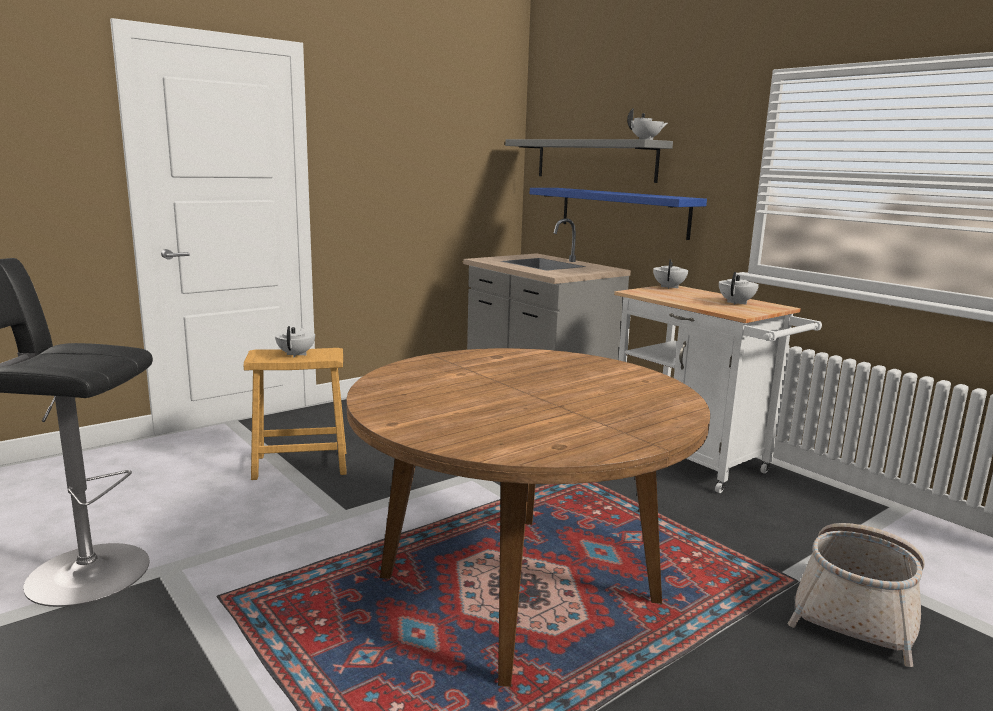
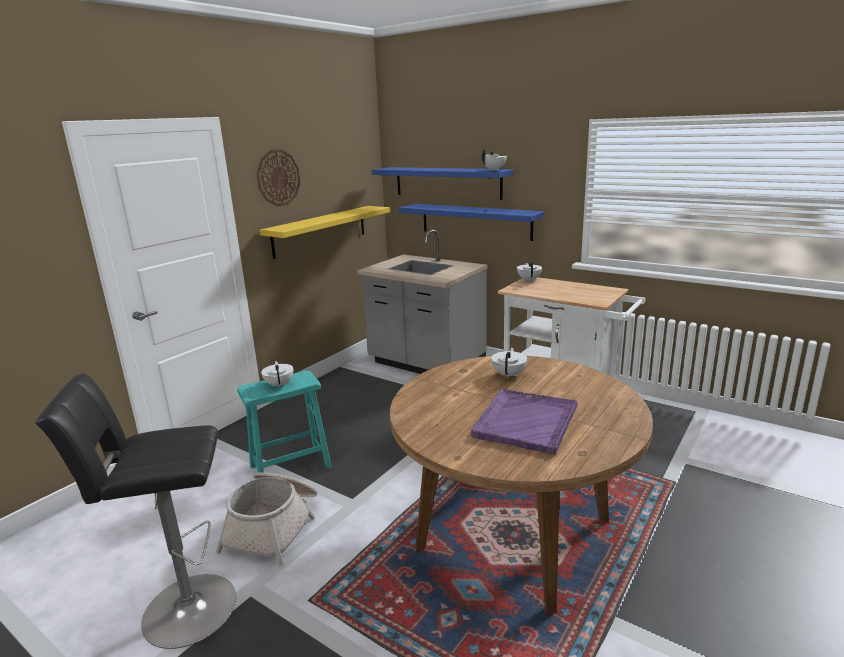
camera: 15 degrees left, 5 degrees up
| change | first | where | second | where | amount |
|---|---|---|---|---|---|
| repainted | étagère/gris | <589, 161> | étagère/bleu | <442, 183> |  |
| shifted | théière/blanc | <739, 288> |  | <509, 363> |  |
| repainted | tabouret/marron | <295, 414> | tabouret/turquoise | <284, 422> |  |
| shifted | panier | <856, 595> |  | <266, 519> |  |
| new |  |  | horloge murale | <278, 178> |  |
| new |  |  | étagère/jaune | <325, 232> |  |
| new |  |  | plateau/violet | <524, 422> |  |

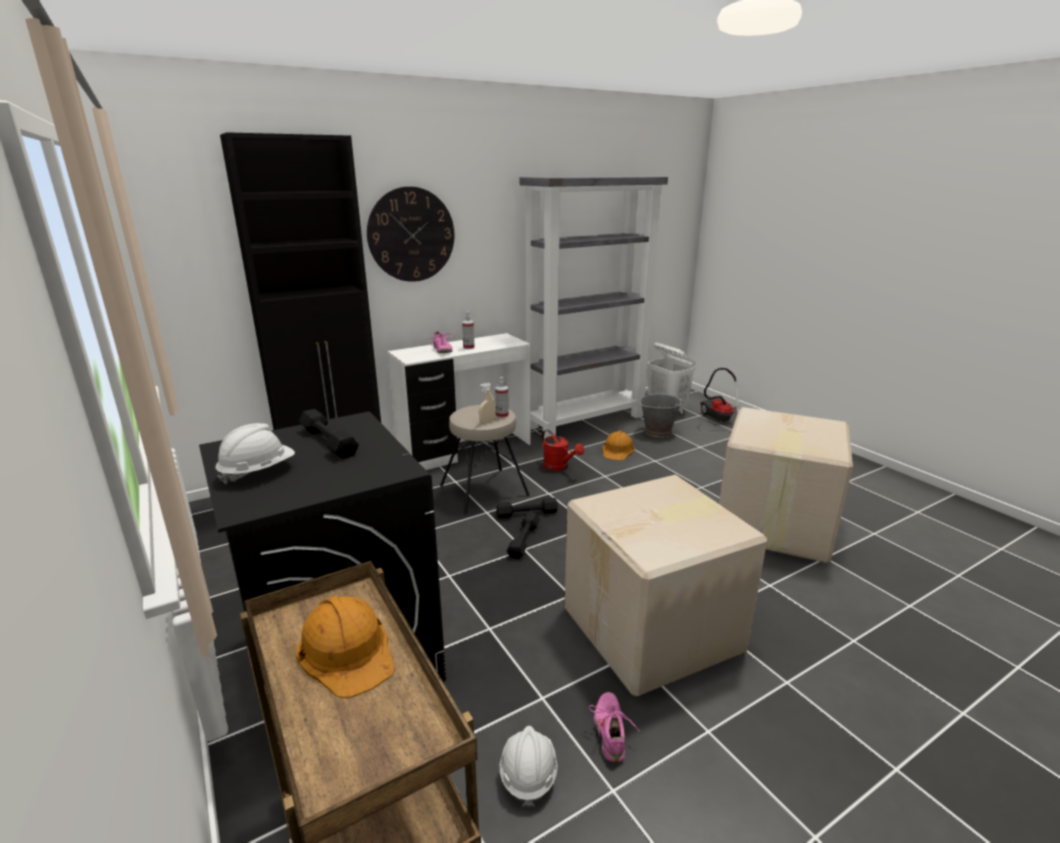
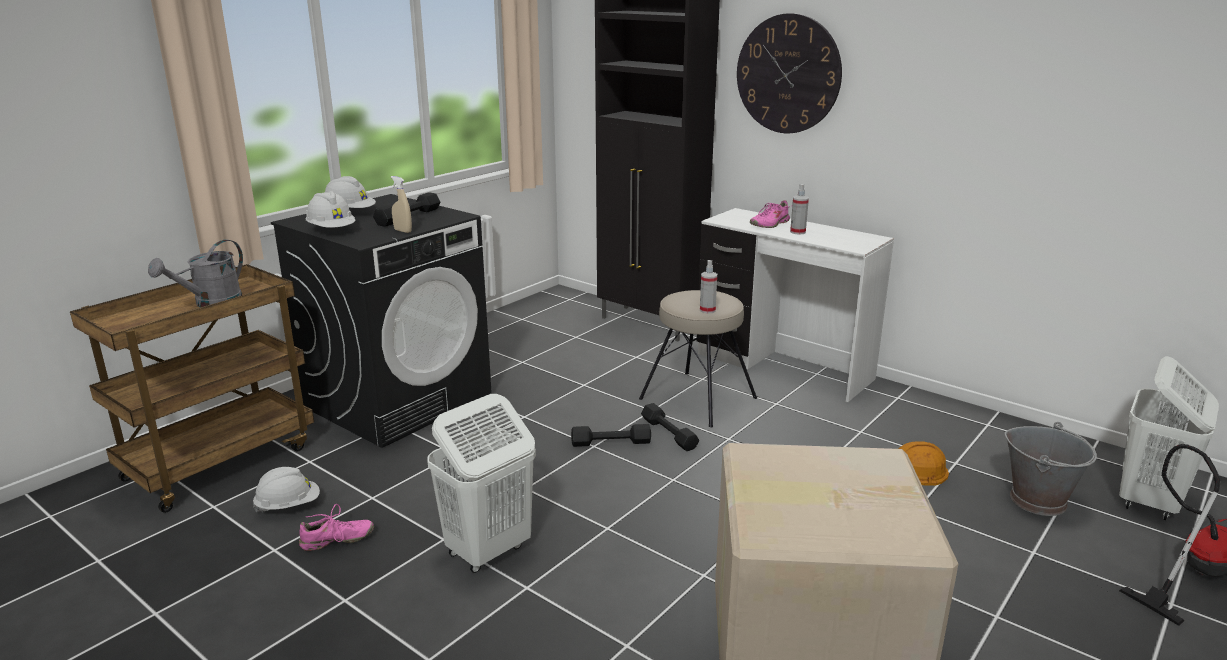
camera: 70 degrees right, 0 degrees up
| change | first | where | second | where | amount |
|---|---|---|---|---|---|
| gone | bibliothèque/gris | <594, 307> |  |  |  |
| shifted | vaporisateur/beige | <487, 403> |  | <401, 204> |  |
| gone | arrosoir/rouge | <562, 450> |  |  |  |
| swapped | carton | <666, 585> | panier à linge/blanc | <481, 483> |  |
| swapped | casque de chantier/orange | <345, 647> | arrosoir/gris | <195, 273> |  |
| new |  |  | casque de chantier/blanc | <331, 209> |  |

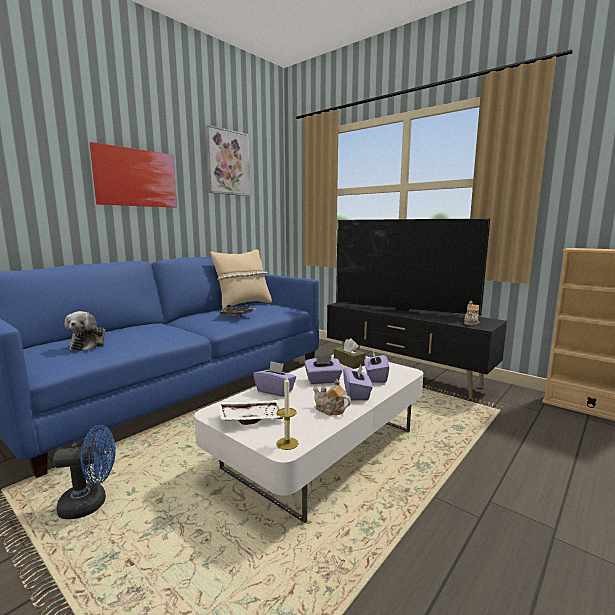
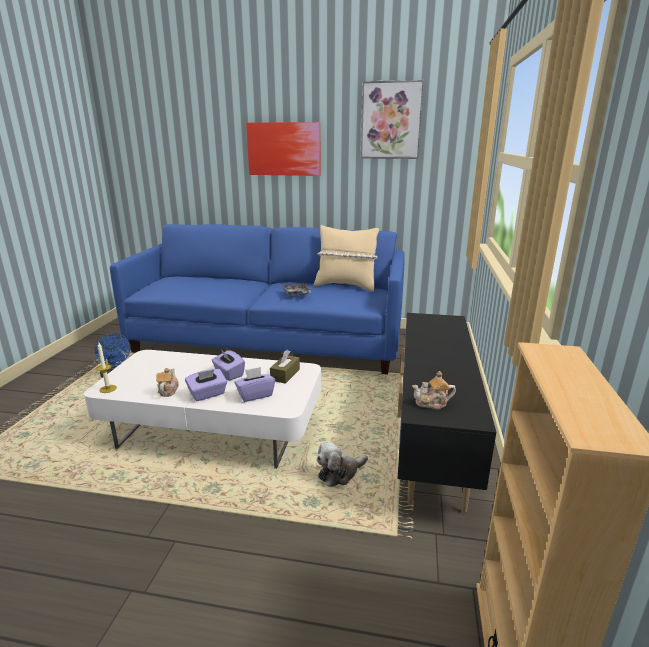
camera: 60 degrees right, 10 degrees up
| change | first | where | second | where | amount |
|---|---|---|---|---|---|
| gone | téléviseur | <413, 267> |  |  |  |
| shifted | peluche | <85, 331> |  | <342, 464> |  |
| gone | boîte à mouchoirs/violet | <274, 379> |  |  |  |
| gone | plateau/blanc | <250, 412> |  |  |  |

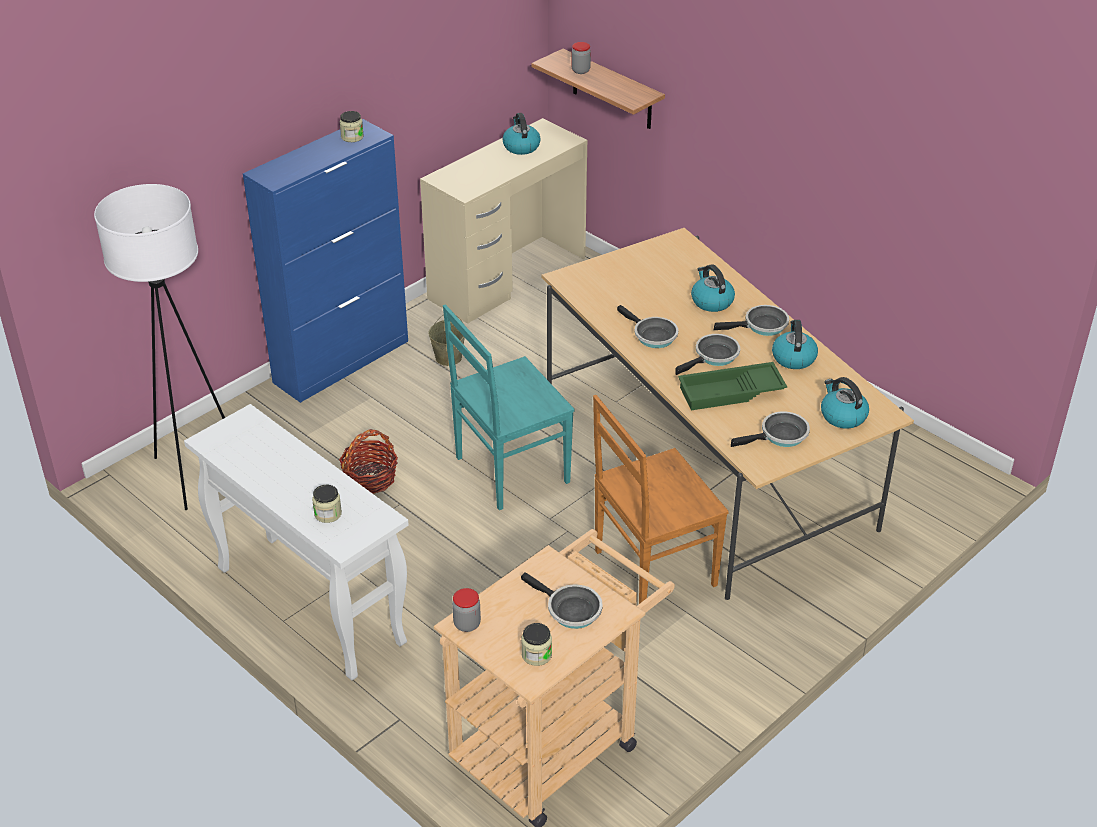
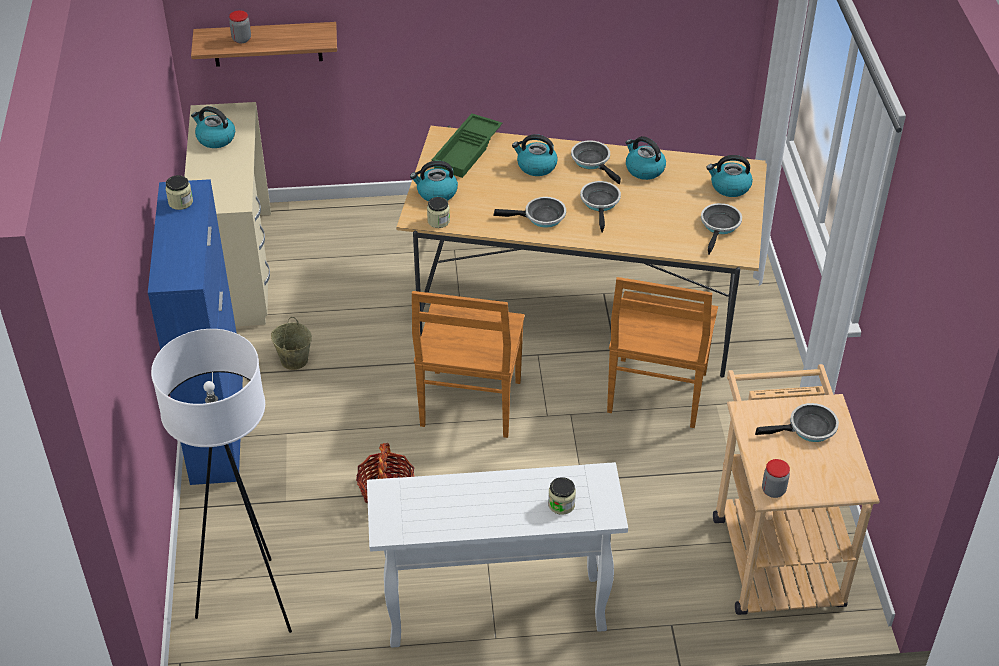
camera: 50 degrees left, 5 degrees up
| change | first | where | second | where | amount |
|---|---|---|---|---|---|
| repainted | chaise/turquoise | <508, 407> | chaise/marron | <468, 364> |  |
| rotated | poêle | <751, 320> |  | <596, 162> | 60 degrees counterclockwise |
| shifted | plateau/vert | <732, 386> |  | <467, 145> |  |
| shifted | bocal | <536, 644> |  | <438, 212> |  |
| new |  |  | bouilloire | <434, 181> |  |

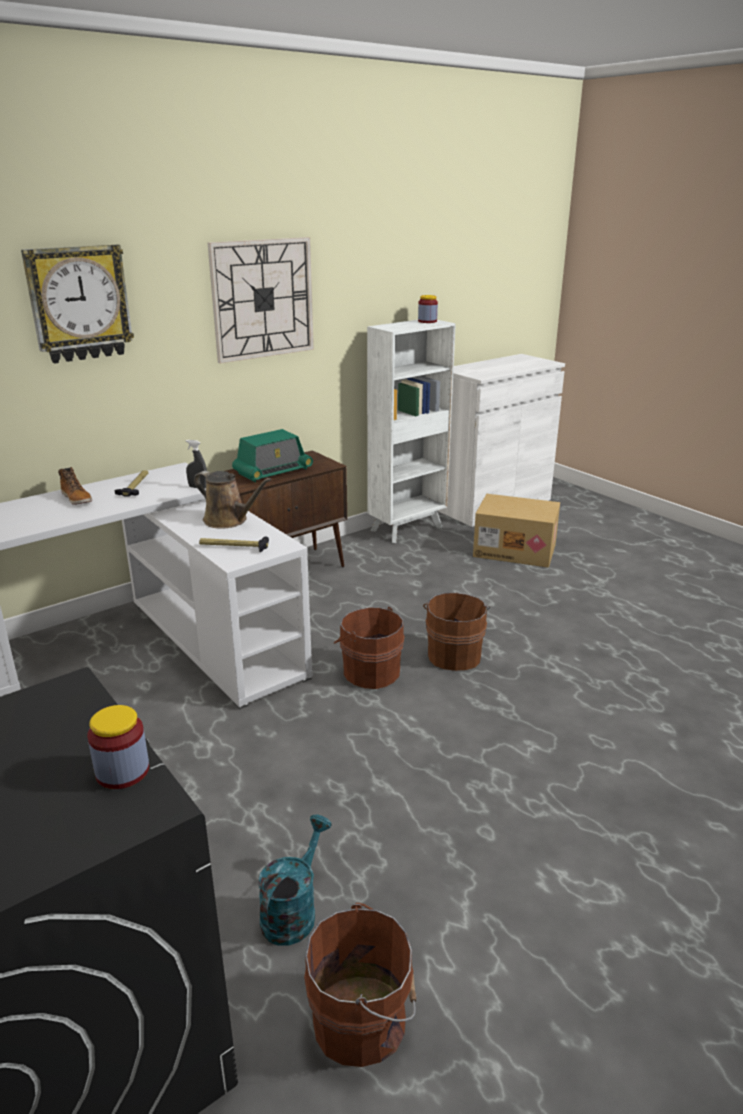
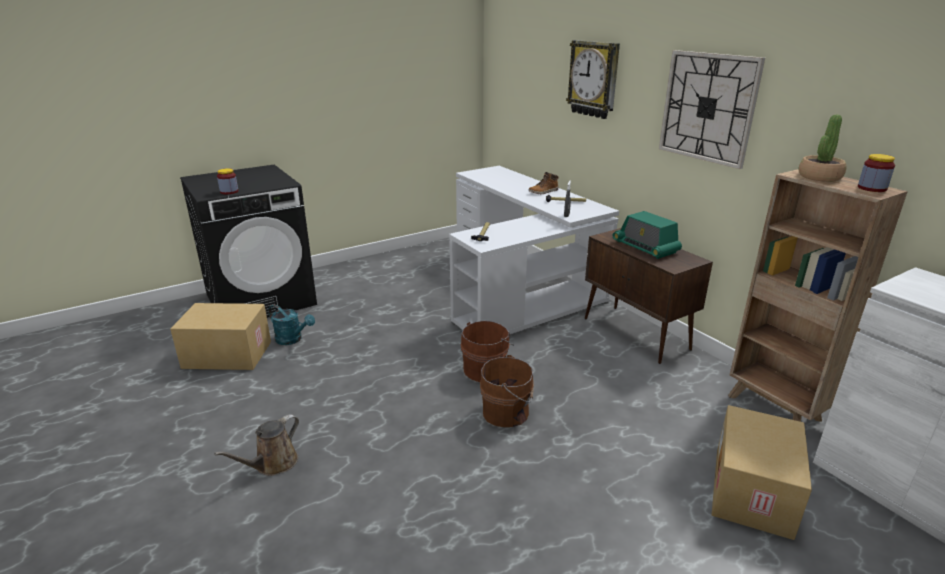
camera: 95 degrees right, 0 degrees up
| change | first | where | second | where | amount |
|---|---|---|---|---|---|
| repainted | bibliothèque/blanc | <411, 431> | bibliothèque/marron | <818, 295> |  |
| shifted | arrosoir/marron | <233, 500> |  | <256, 445> |  |
| swapped | seau/marron | <360, 985> | carton | <220, 336> |  |
| new |  |  | plante en pot | <822, 148> |  |

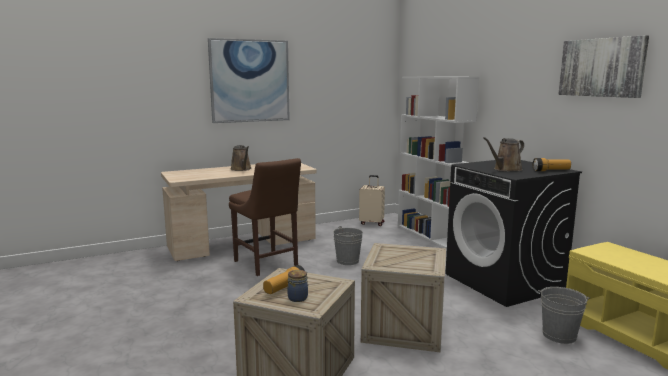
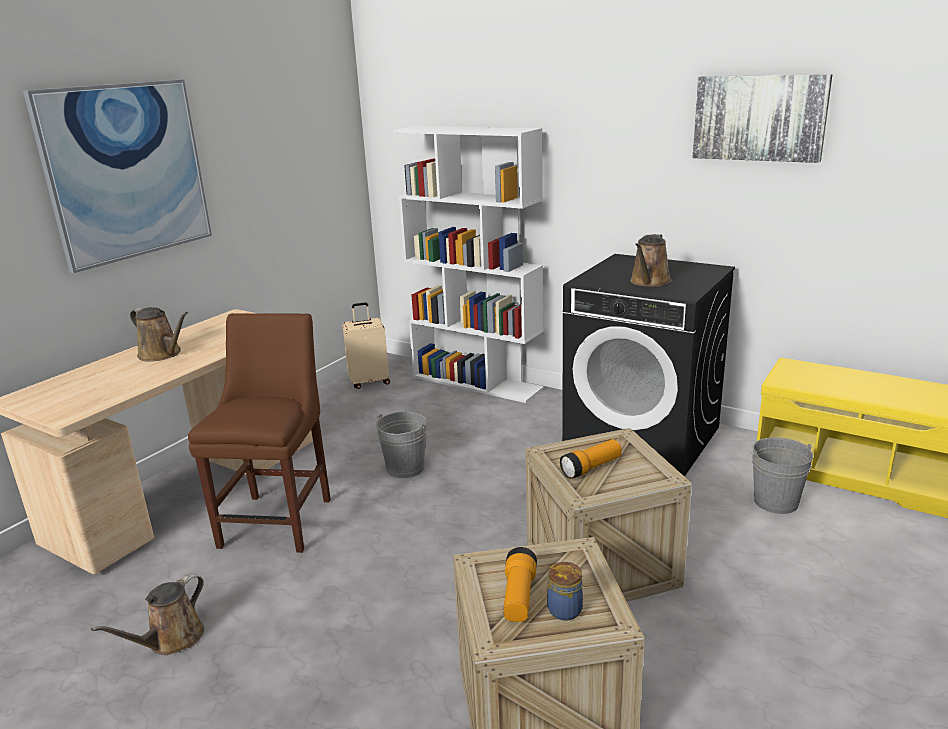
camera: 30 degrees left, 10 degrees up
| change | first | where | second | where | amount |
|---|---|---|---|---|---|
| rotated | chaise/marron | <265, 217> |  | <259, 433> | 105 degrees counterclockwise |
| shifted | lampe de poche | <552, 164> |  | <591, 459> |  |
| new |  |  | arrosoir/marron | <147, 614> |  |

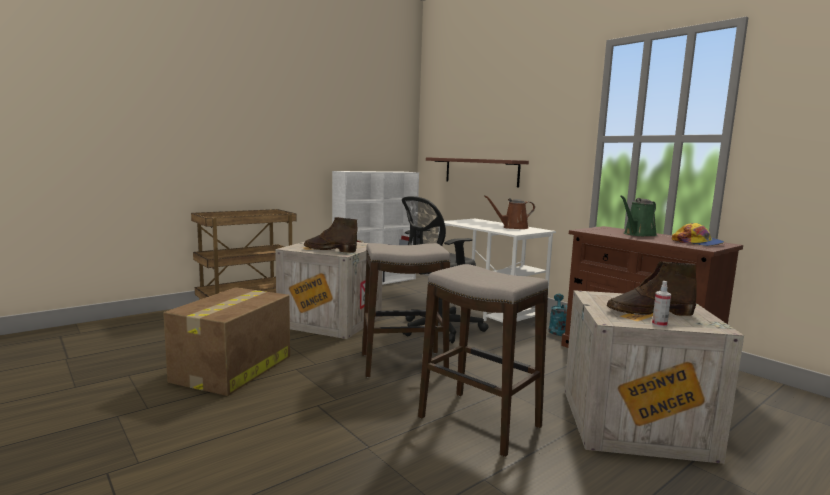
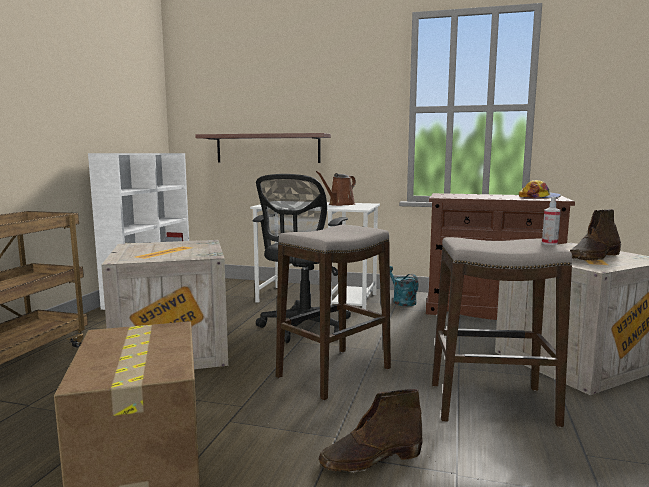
camera: 35 degrees left, 0 degrees up
| change | first | where | second | where | amount |
|---|---|---|---|---|---|
| gone | arrosoir/vert | <638, 215> |  |  |  |
| shifted | botte/marron | <330, 235> |  | <371, 431> |  |
| shifted | vaporisateur | <661, 304> |  | <551, 221> |  |

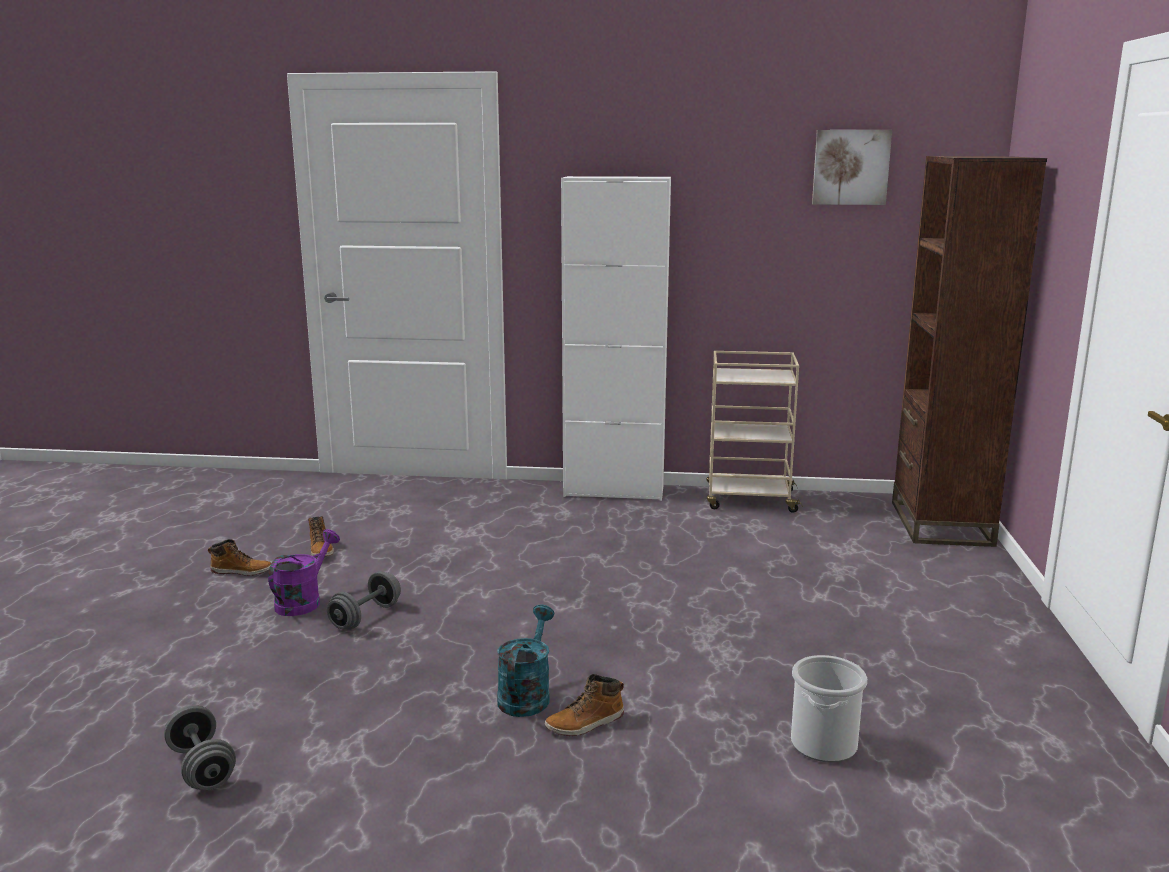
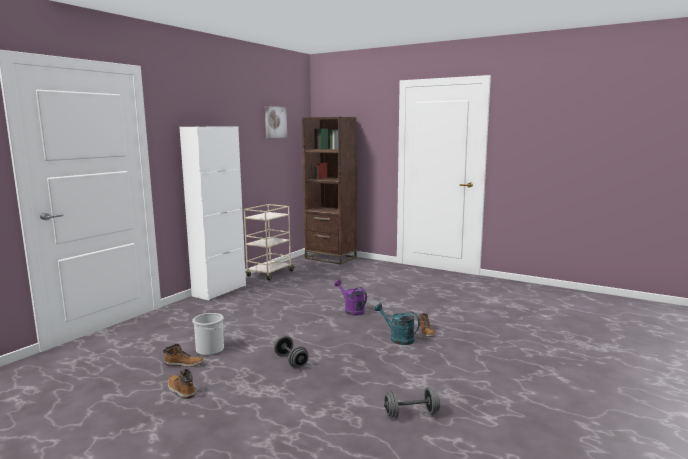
camera: 65 degrees left, 5 degrees down
| change | first | where | second | where | amount |
|---|---|---|---|---|---|
| shifted | arrosoir/violet | <304, 572> |  | <350, 297> |  |
| rotated | botte | <239, 557> |  | <181, 384> | 75 degrees counterclockwise |
| shifted | seau | <829, 708> |  | <208, 334> |  |

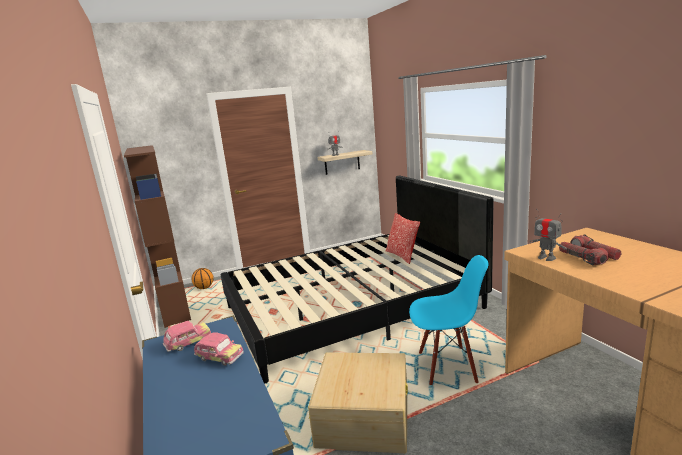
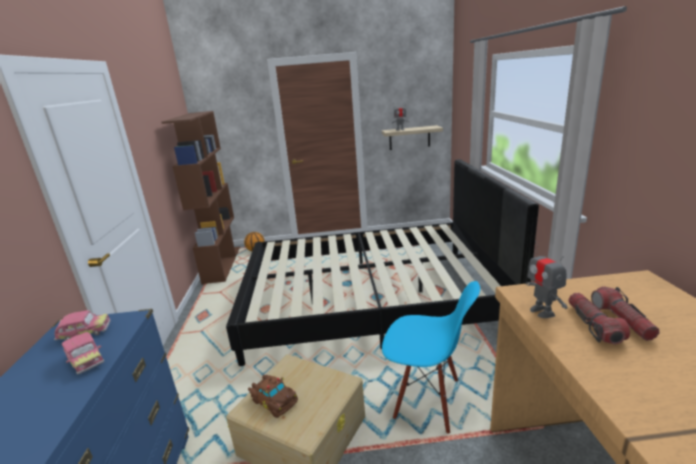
camera: 20 degrees right, 5 degrees up
| change | first | where | second | where | amount |
|---|---|---|---|---|---|
| gone | coussin | <403, 238> |  |  |  |
| new |  |  | petite voiture/marron | <273, 396> |  |

